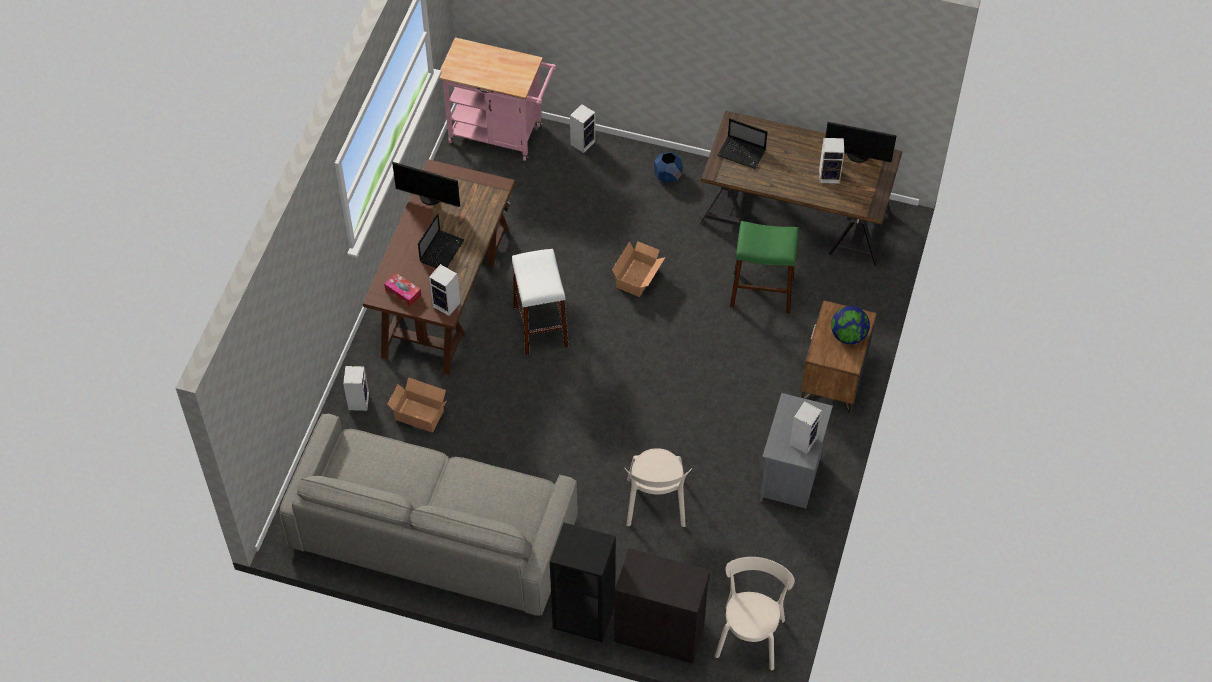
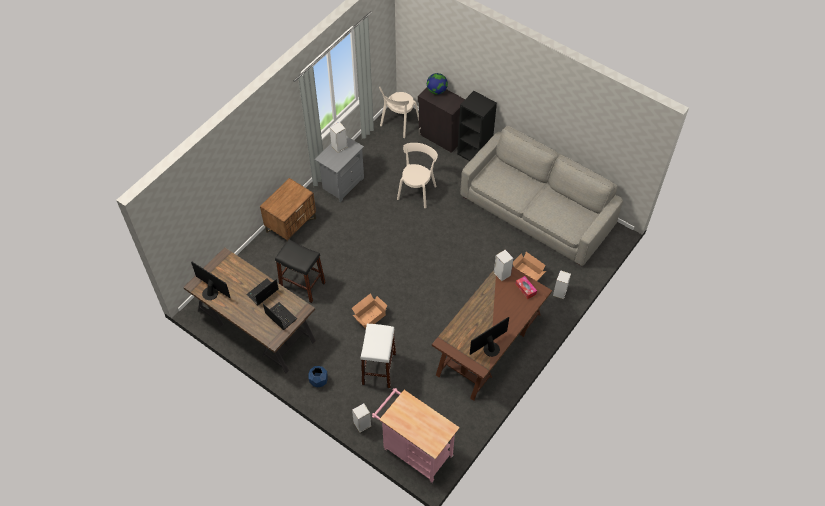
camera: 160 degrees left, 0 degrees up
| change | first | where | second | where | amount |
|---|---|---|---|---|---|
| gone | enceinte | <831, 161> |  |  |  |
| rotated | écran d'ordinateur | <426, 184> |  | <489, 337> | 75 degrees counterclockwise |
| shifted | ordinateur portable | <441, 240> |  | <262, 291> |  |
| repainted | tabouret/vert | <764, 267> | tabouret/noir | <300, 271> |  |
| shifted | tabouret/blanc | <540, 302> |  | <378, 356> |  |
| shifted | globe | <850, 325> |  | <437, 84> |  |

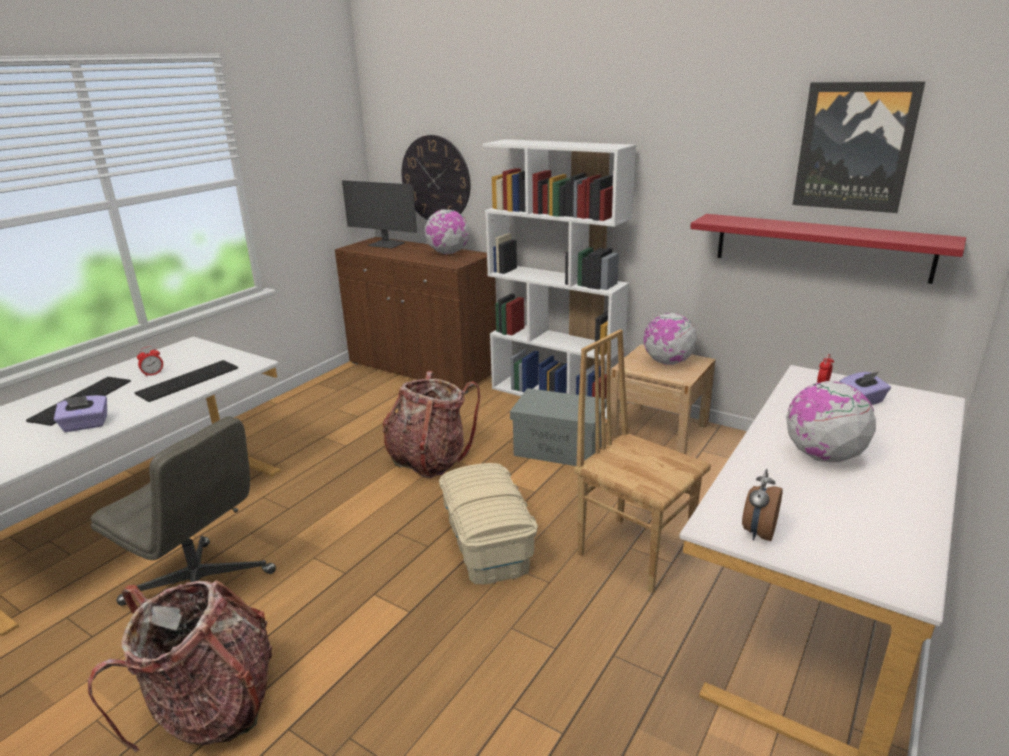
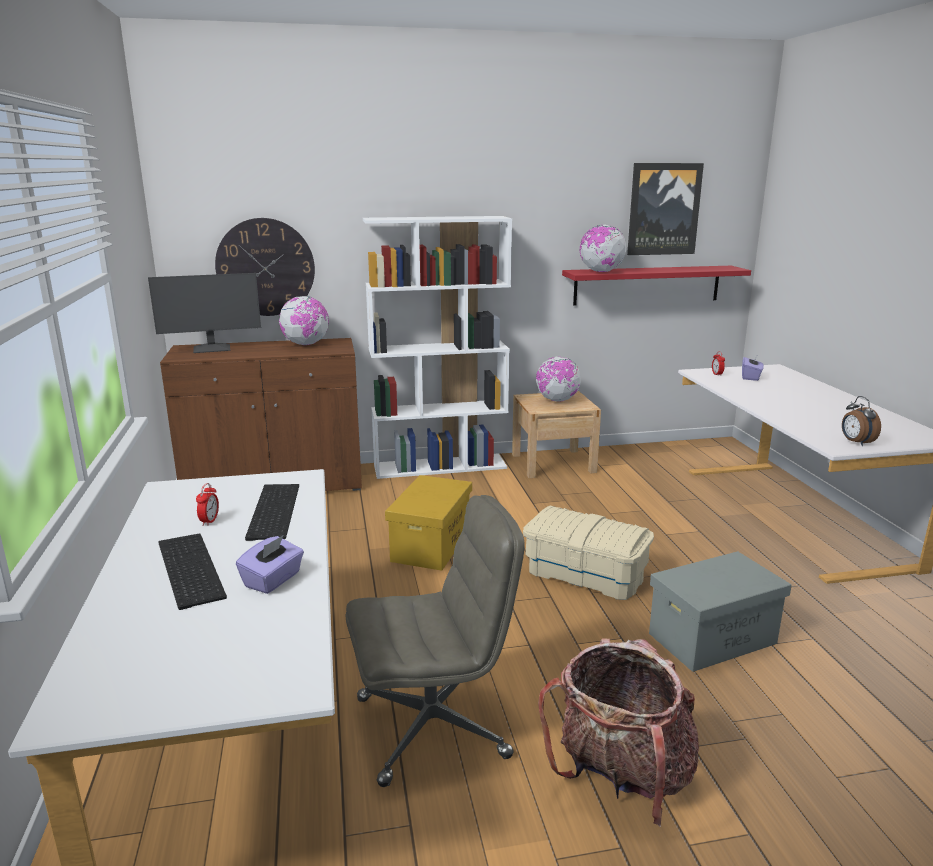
camera: 45 degrees left, 5 degrees down
| change | first | where | second | where | amount |
|---|---|---|---|---|---|
| gone | chaise/marron | <642, 461> |  |  |  |
| swapped | sac à dos | <431, 424> | boîte de rangement/jaune | <428, 523> |  |
| shifted | globe | <831, 421> |  | <603, 248> |  |
| shifted | boîte de rangement/gris | <558, 427> |  | <720, 611> |  |

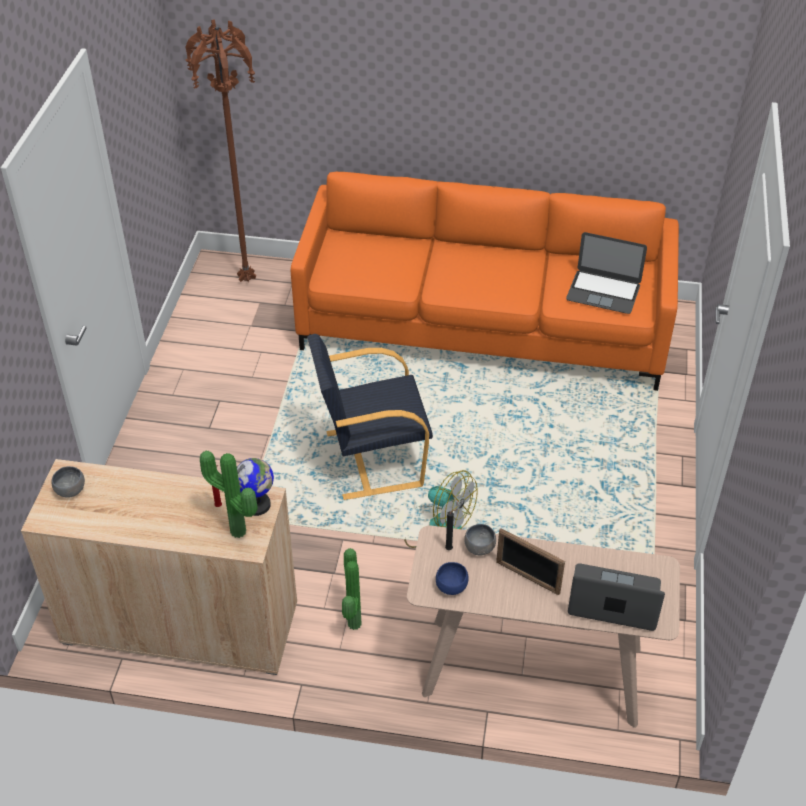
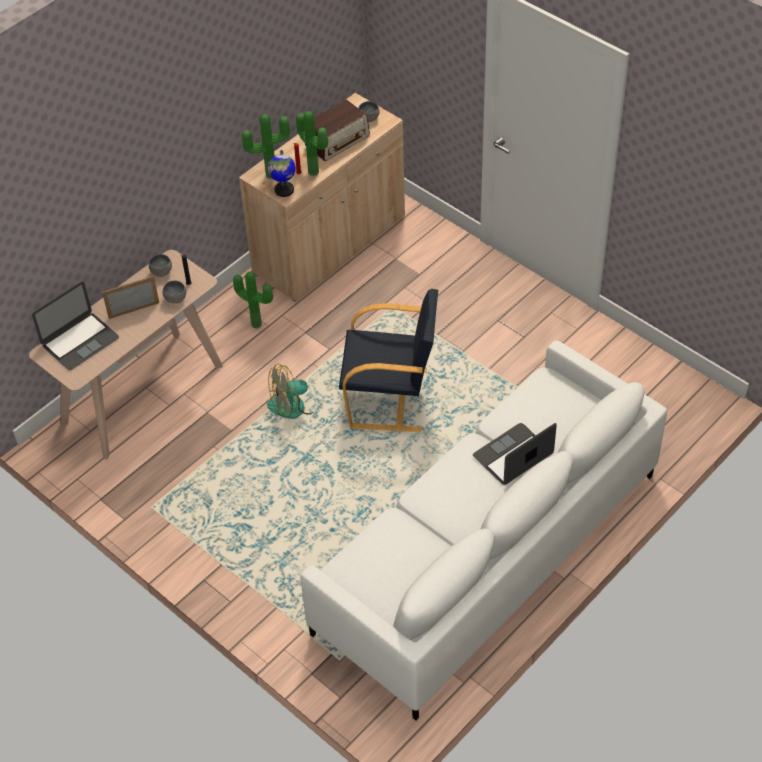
camera: 125 degrees right, 5 degrees up
| change | first | where | second | where | amount |
|---|---|---|---|---|---|
| gone | lampadaire/marron | <220, 150> |  |  |  |
| repainted | canapé/orange | <485, 281> | canapé/blanc | <483, 531> |  |
| shifted | ordinateur portable | <606, 273> |  | <515, 454> |  |
| rotated | fauteuil/noir | <370, 417> |  | <388, 360> | 75 degrees clockwise |
| repainted | bol/bleu | <452, 578> | bol/gris | <160, 265> |  |
| new |  |  | radio | <337, 130> |  |
| new |  |  | plante en pot | <312, 143> |  |

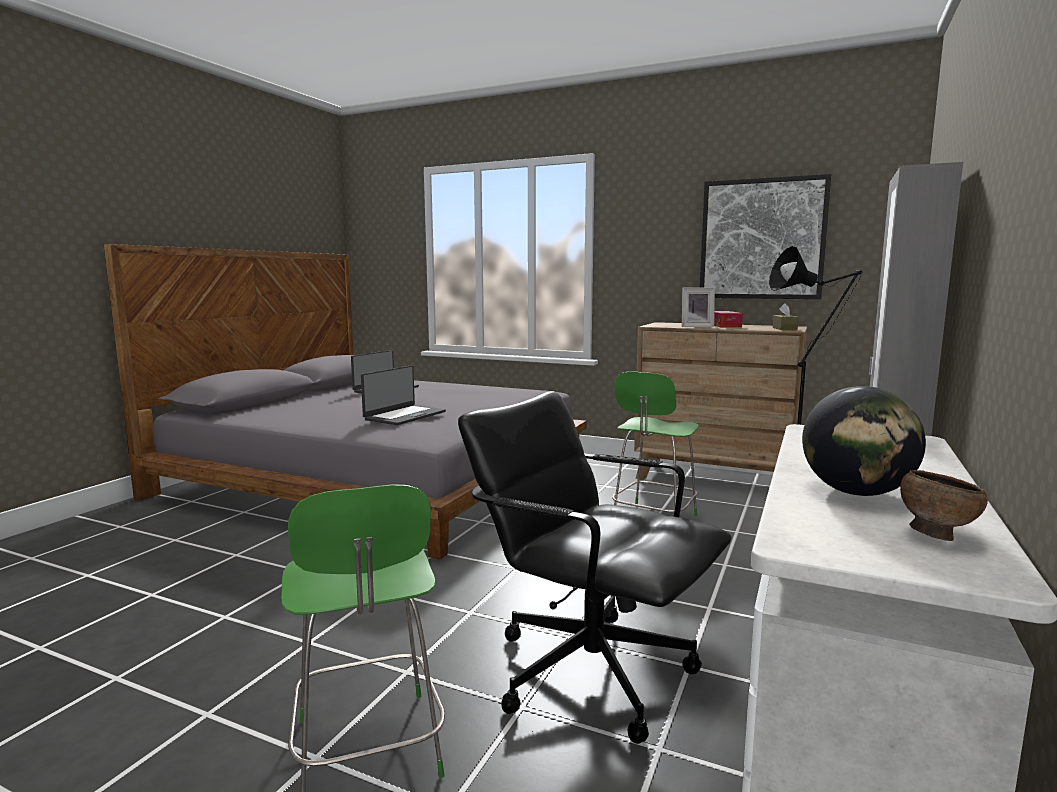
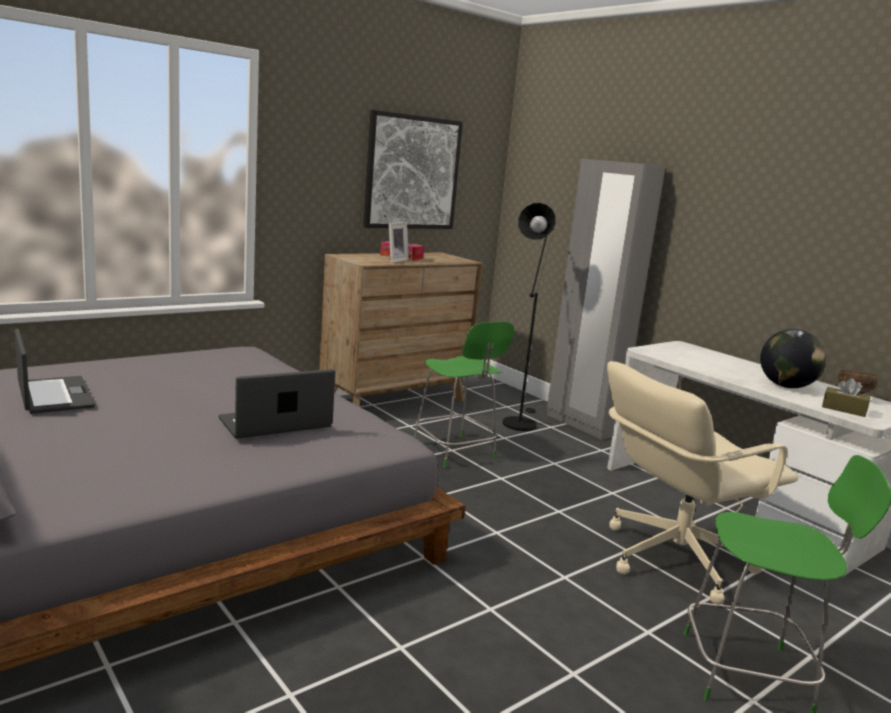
camera: 65 degrees left, 5 degrees up
| change | first | where | second | where | amount |
|---|---|---|---|---|---|
| shifted | boîte à mouchoirs/marron | <786, 316> |  | <846, 397> |  |
| rotated | ordinateur portable | <403, 395> |  | <276, 404> | 90 degrees counterclockwise |
| repainted | chaise de bureau/noir | <594, 567> | chaise de bureau/beige | <702, 482> |  |

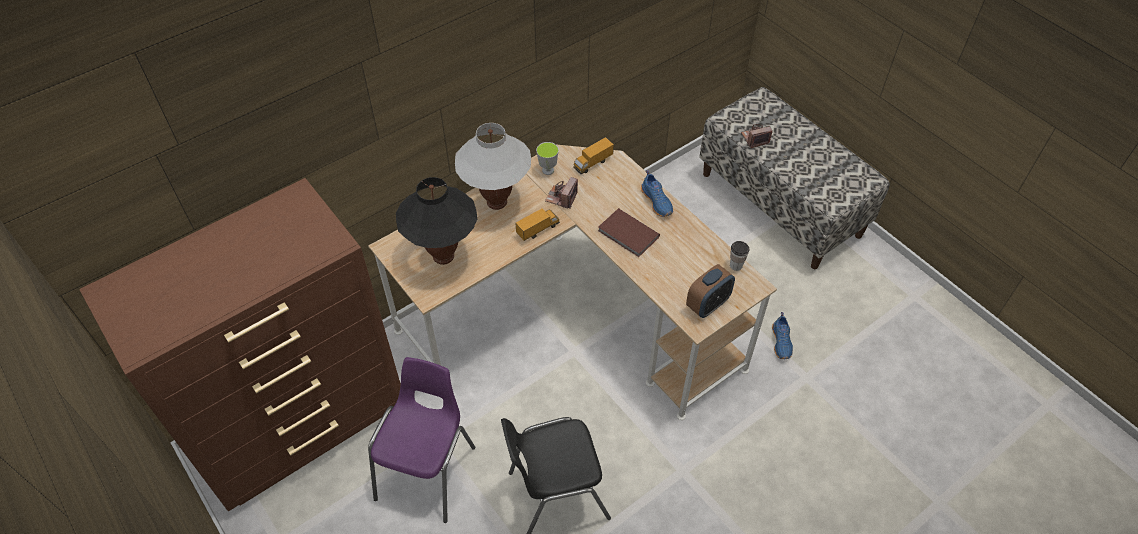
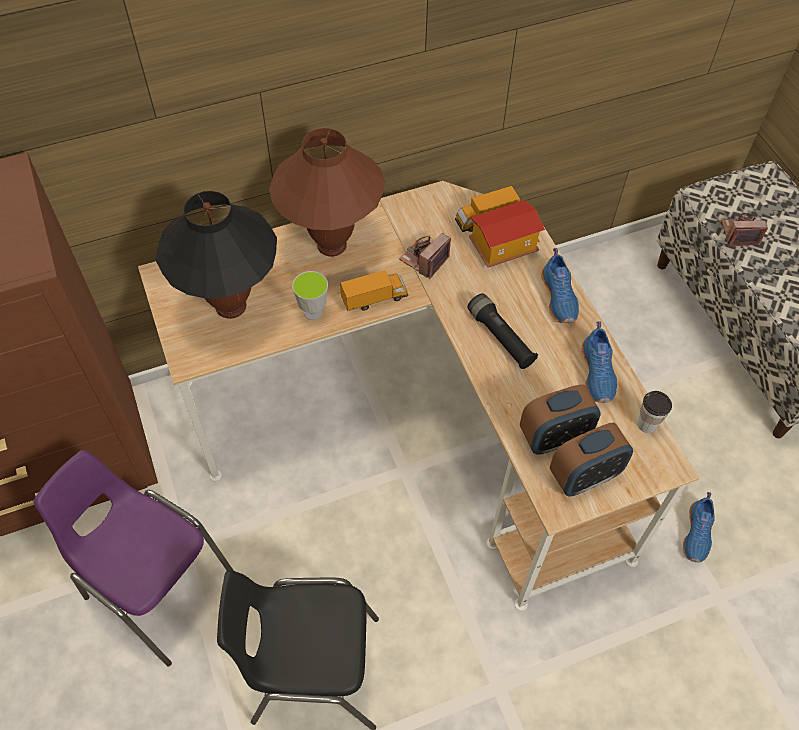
camera: 15 degrees right, 5 degrees up
| change | first | where | second | where | amount |
|---|---|---|---|---|---|
| repainted | lampe de table/blanc | <493, 166> | lampe de table/marron | <327, 192> |  |
| shifted | tasse | <547, 158> |  | <310, 295> |  |
| swapped | livre/marron | <629, 232> | lampe de poche/noir | <503, 331> |  |
| rotated | chaise/violet | <421, 440> |  | <134, 558> | 90 degrees counterclockwise |
| new |  |  | maison miniature | <507, 234> |  |
| new |  |  | chaussure/bleu | <599, 362> |  |
| new |  |  | réveil | <560, 419> |  |

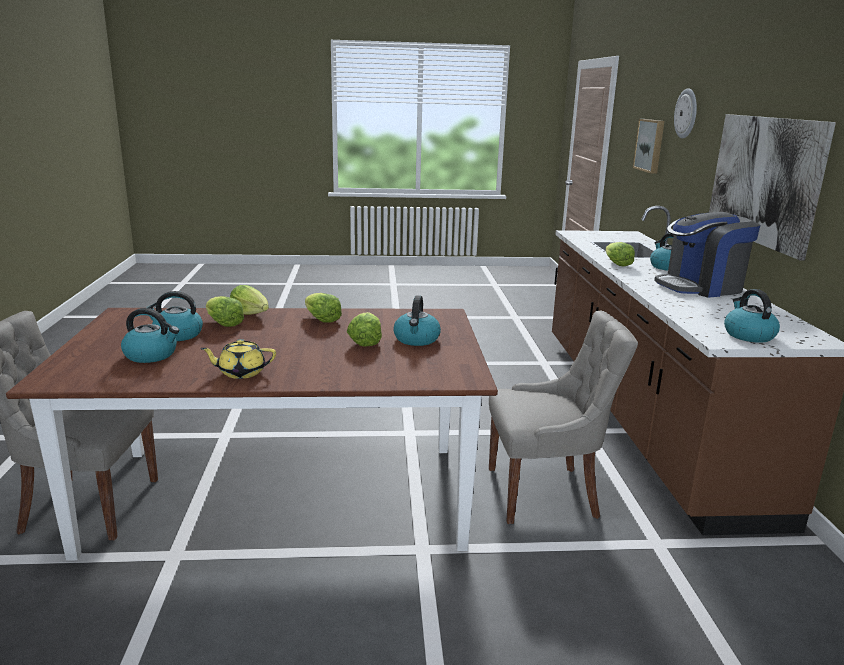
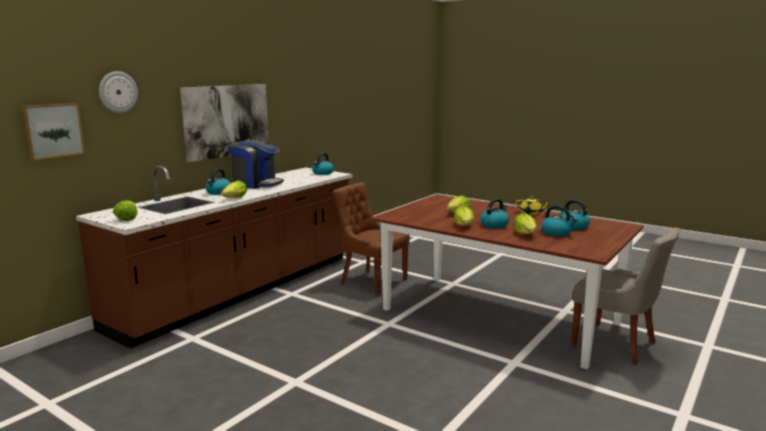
camera: 140 degrees left, 5 degrees down
| change | first | where | second | where | amount |
|---|---|---|---|---|---|
| shifted | laitue | <249, 300> |  | <125, 210> |  |
| shifted | bouilloire | <417, 320> |  | <494, 213> |  |
| repainted | chaise/gris | <563, 417> | chaise/marron | <371, 239> |  |

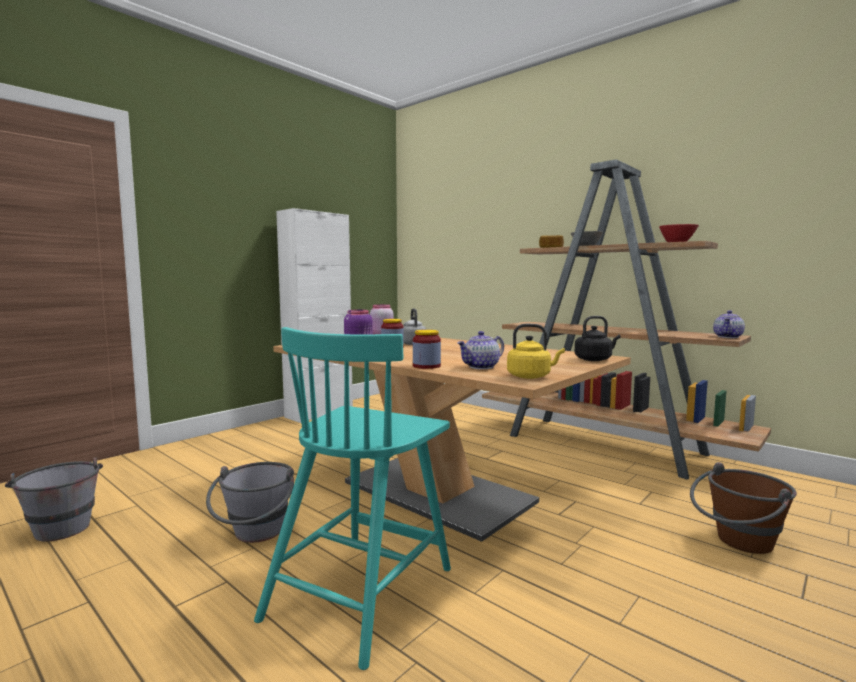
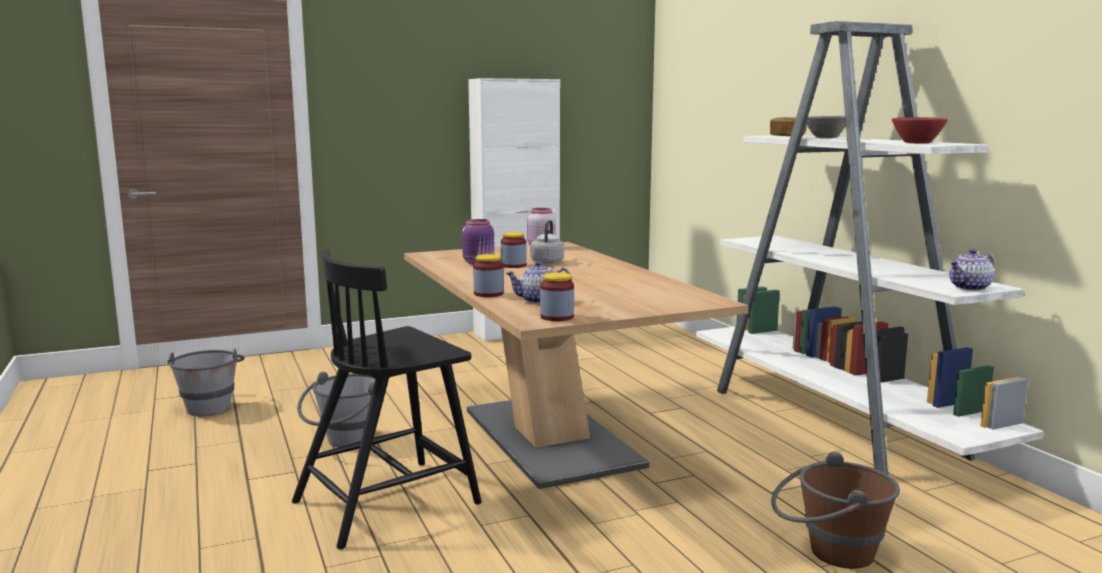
camera: 25 degrees right, 5 degrees up
| change | first | where | second | where | amount |
|---|---|---|---|---|---|
| repainted | bibliothèque/marron | <626, 319> | bibliothèque/blanc | <870, 248> |  |
| gone | bouilloire/noir | <597, 338> |  |  |  |
| swapped | bouilloire/jaune | <536, 351> | bocal | <557, 296> |  |
| repainted | chaise/turquoise | <352, 498> | chaise/noir | <387, 399> |  |

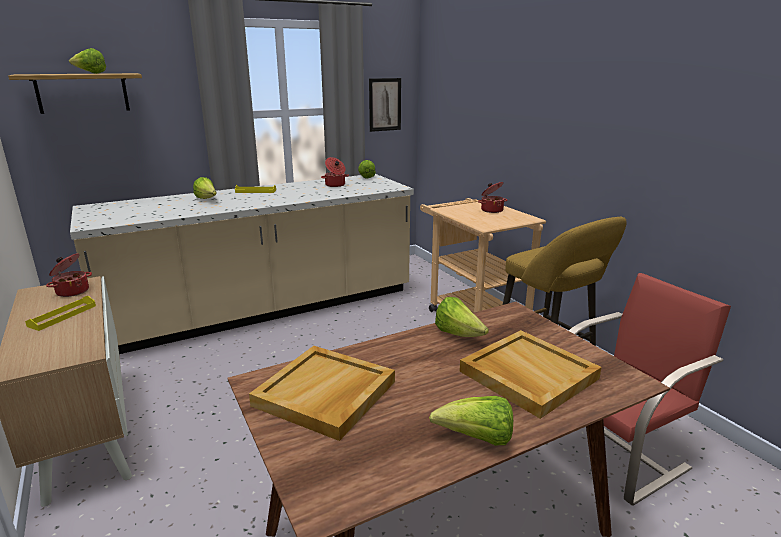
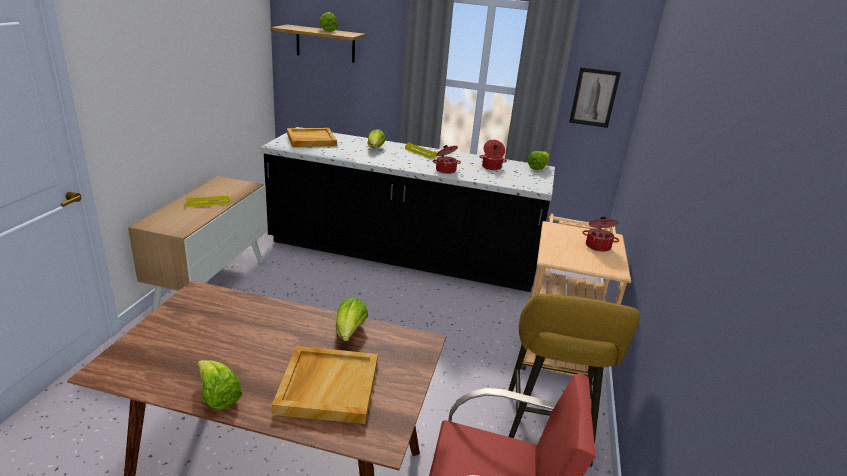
camera: 40 degrees right, 5 degrees up
| change | first | where | second | where | amount |
|---|---|---|---|---|---|
| repainted | comptoir de cuisine/beige | <242, 264> | comptoir de cuisine/noir | <407, 209> |  |
| shifted | marmite | <69, 275> |  | <446, 159> |  |
| shifted | plateau/beige | <322, 393> |  | <312, 137> |  |

